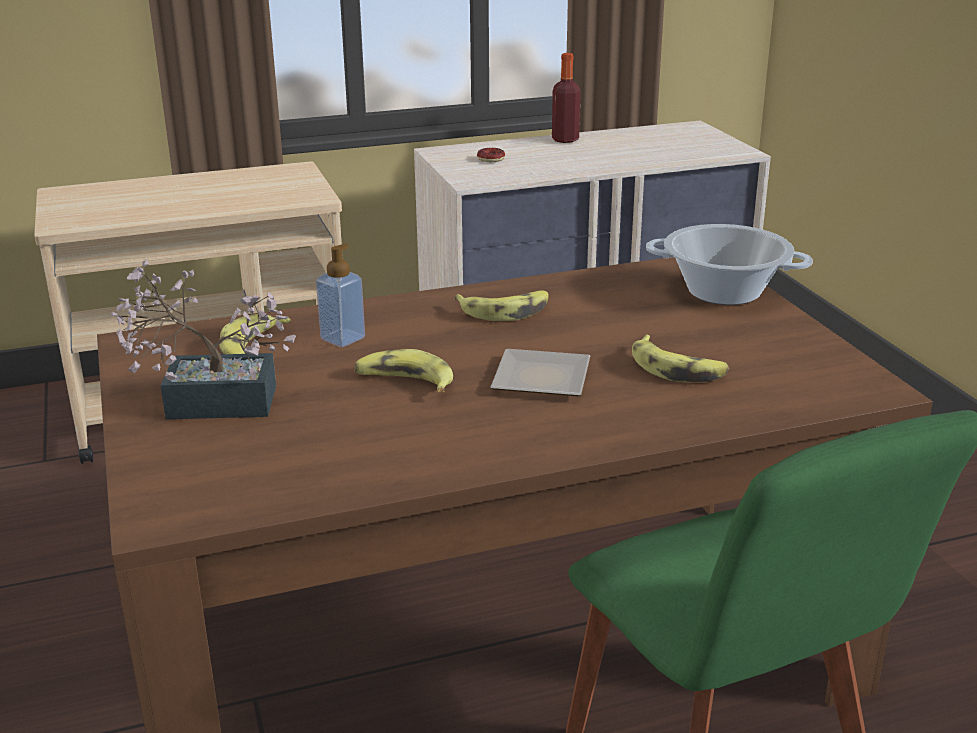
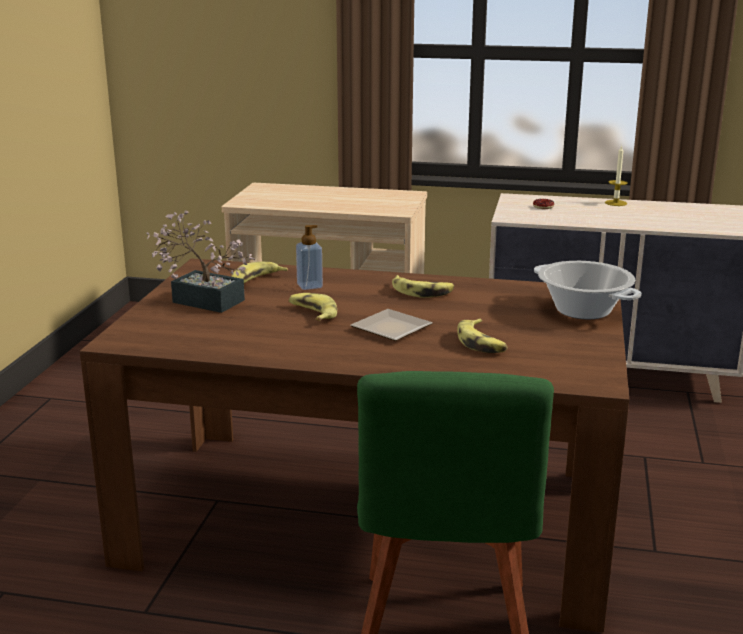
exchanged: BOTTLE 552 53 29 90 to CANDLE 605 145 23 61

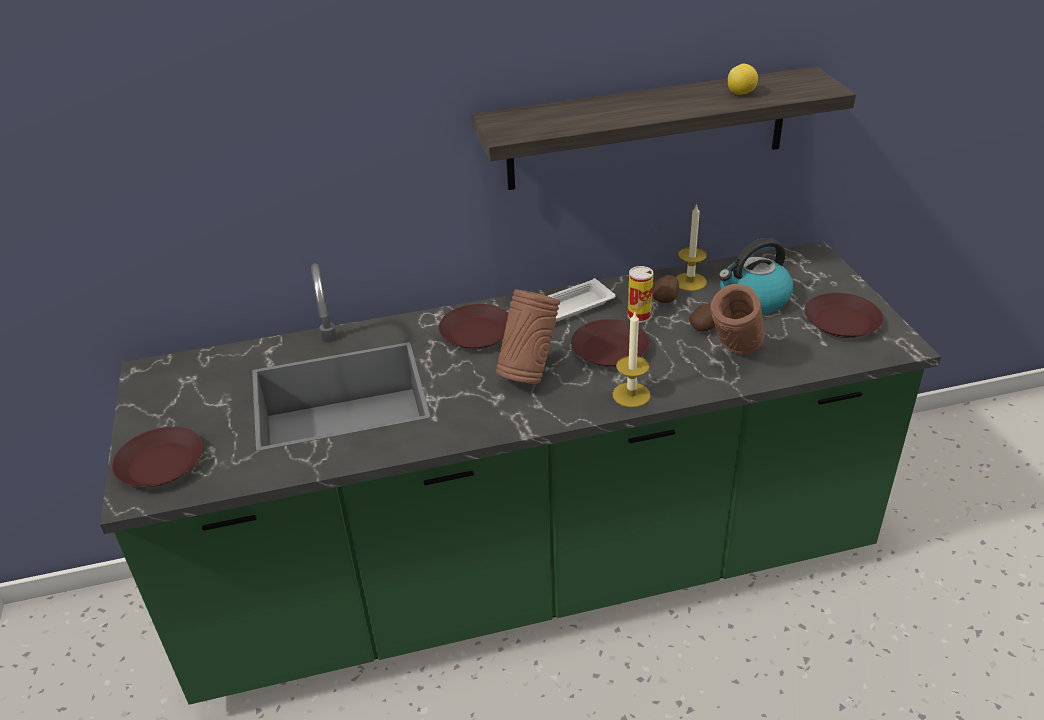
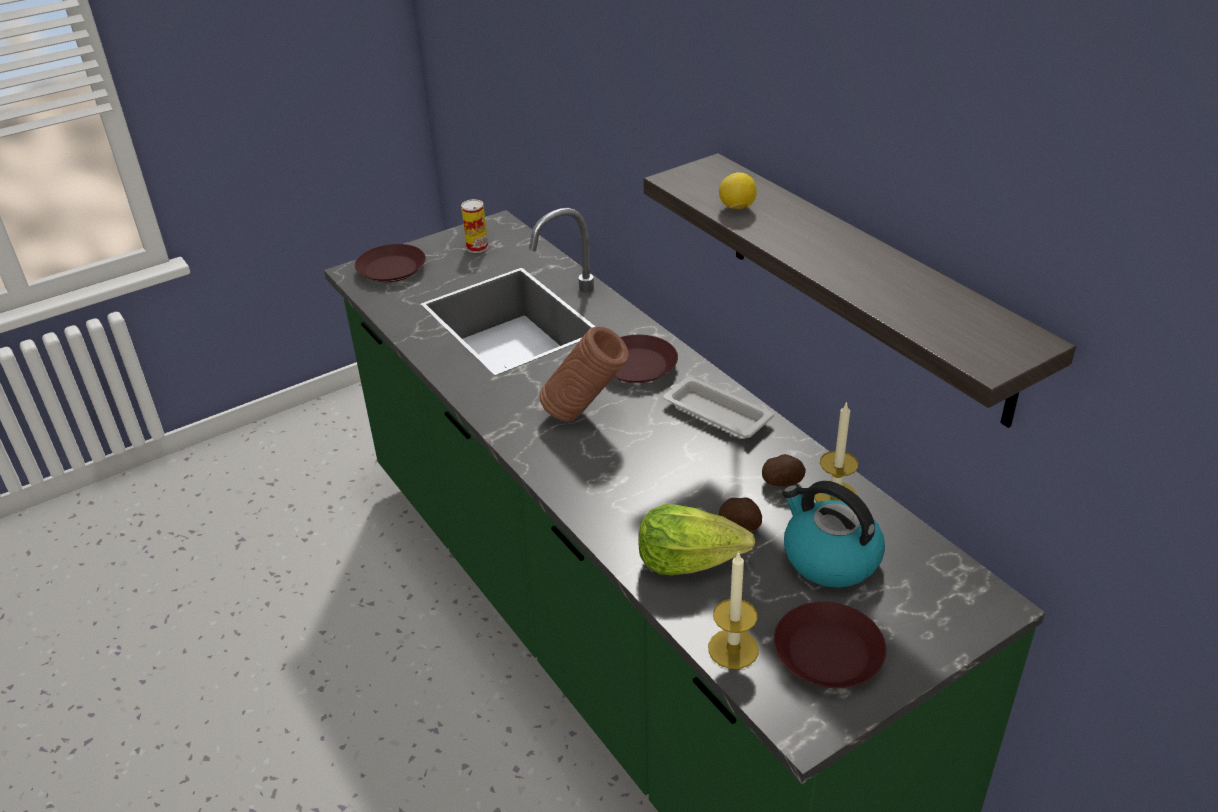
missing: BROWN PLATE 571 319 78 48
relocated: CAN 628 266 25 57 to 461 199 27 54; CANDLE 613 312 38 95 to 708 551 51 118; LEMON 728 64 30 31 to 719 172 38 37
exchanged: BROWN VASE 710 284 55 71 to LETTUCE 638 504 117 71

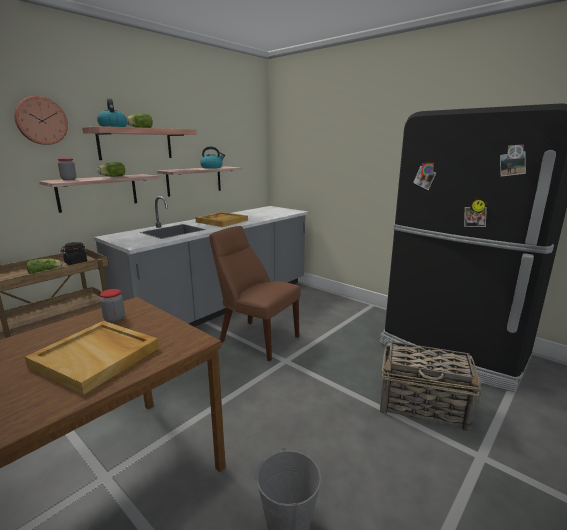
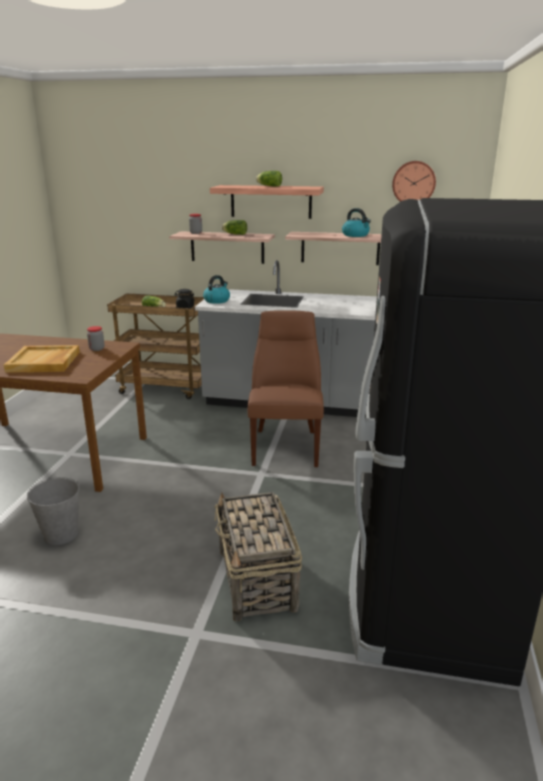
missing: BEIGE TRAY 195 212 53 15
relocated: KETTLE 97 98 30 29 to 203 275 27 29; WALL CLOCK 14 96 54 49 to 392 161 44 41

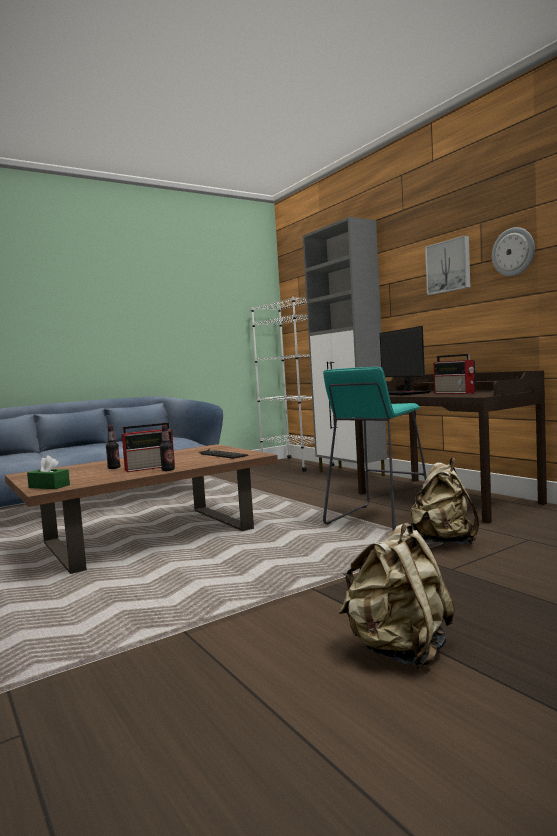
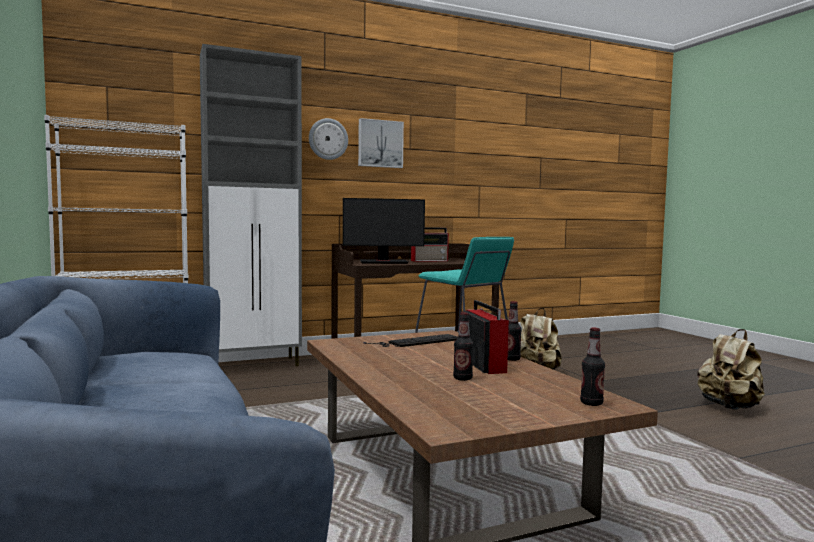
relocated: WALL CLOCK 492 227 43 49 to 309 118 39 42
exchanged: GREEN TISSUE BOX 27 455 43 34 to BOTTLE 580 328 25 78

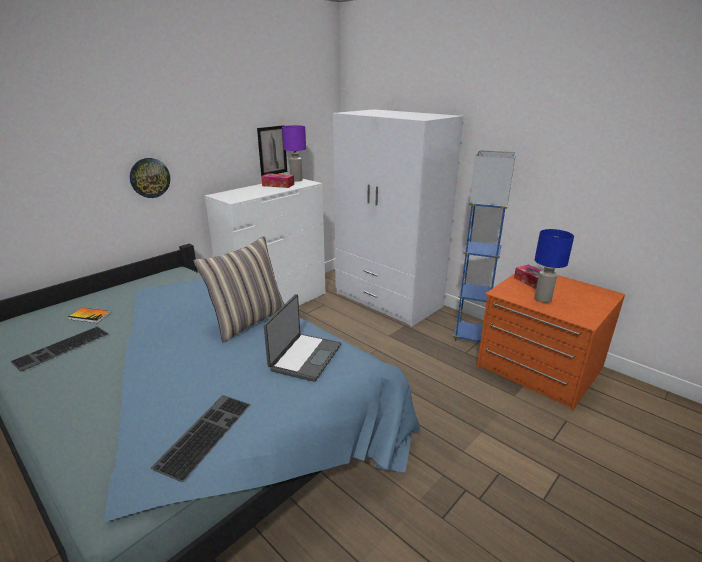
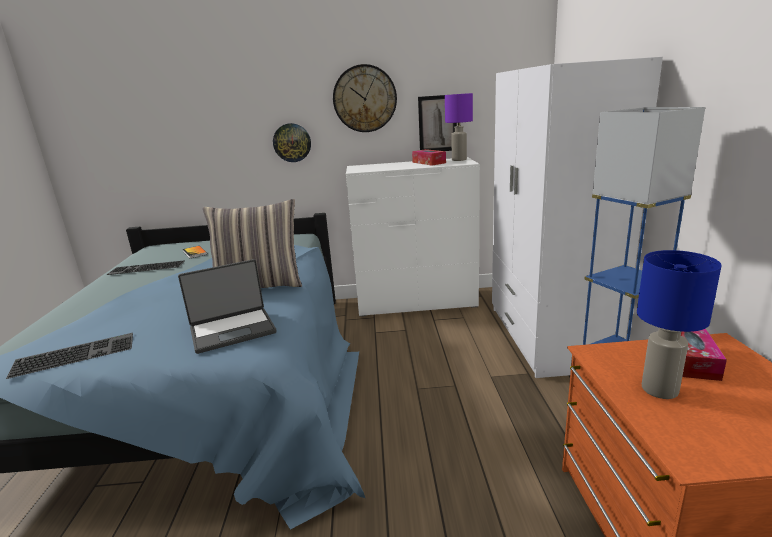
appeared: WALL CLOCK 333 64 64 68

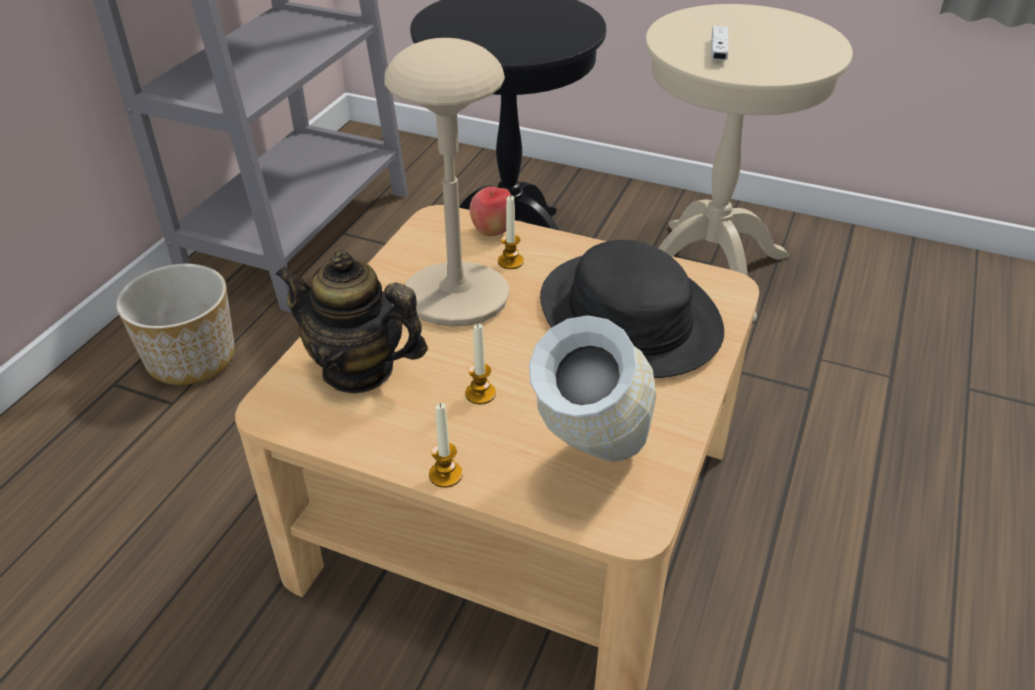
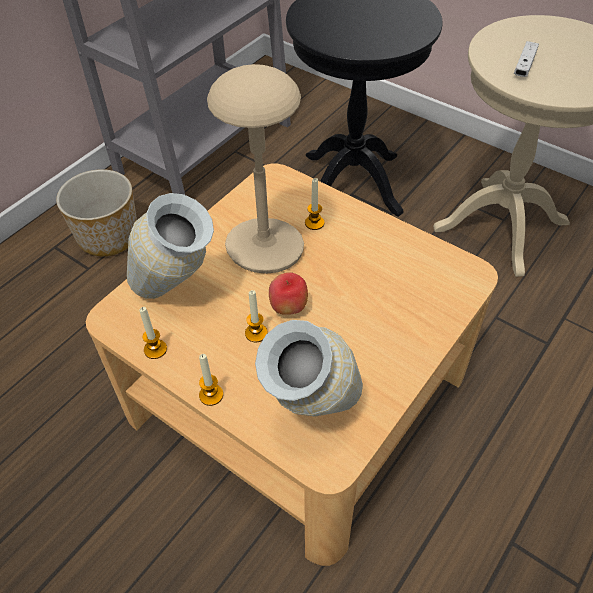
missing: BLACK HAT 540 240 184 138
appeared: CANDLE 140 307 27 52
relocated: APPLE 470 187 41 49 to 269 272 39 43
exchanged: TEAPOT 275 250 153 144 to VASE 127 193 87 106

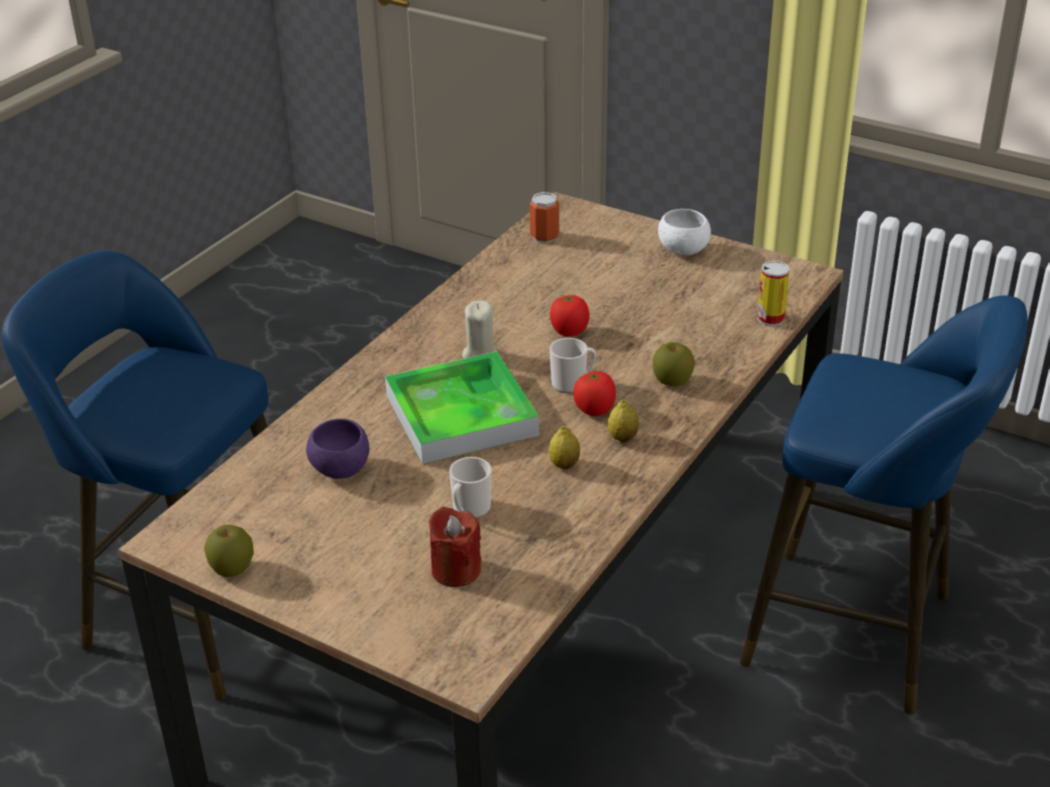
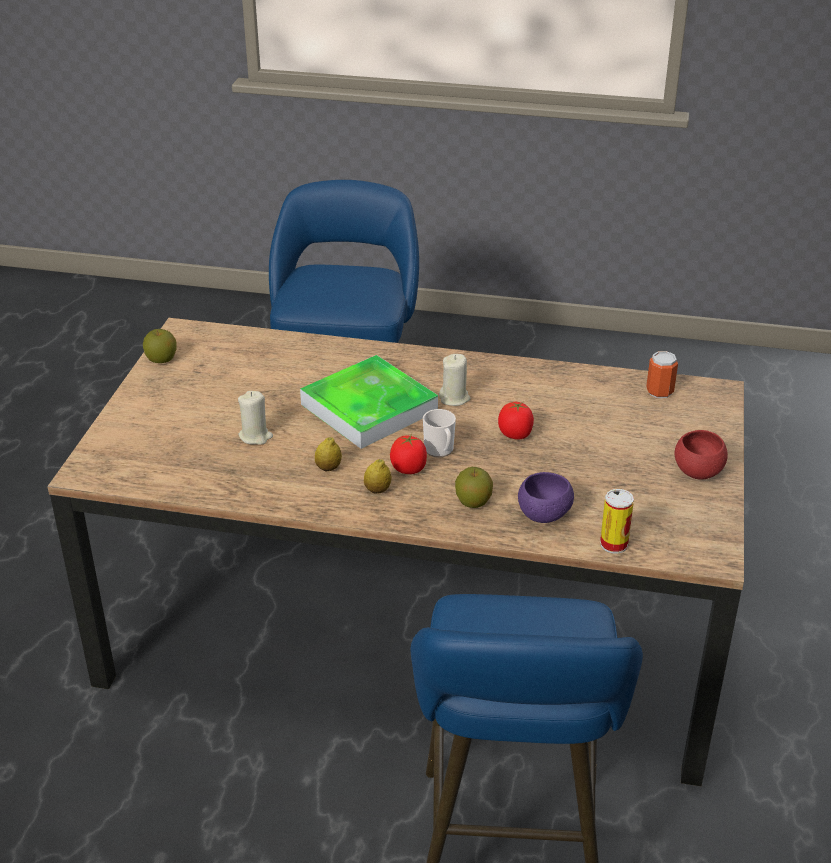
missing: RED CANDLE 429 507 52 80
relocated: PURPLE BOWL 306 419 64 60 to 518 472 56 51
exchanged: MUG 449 457 43 62 to BEIGE CANDLE 238 391 35 54
colour: WHITE BOWL 658 209 53 46 to RED BOWL 675 430 53 50

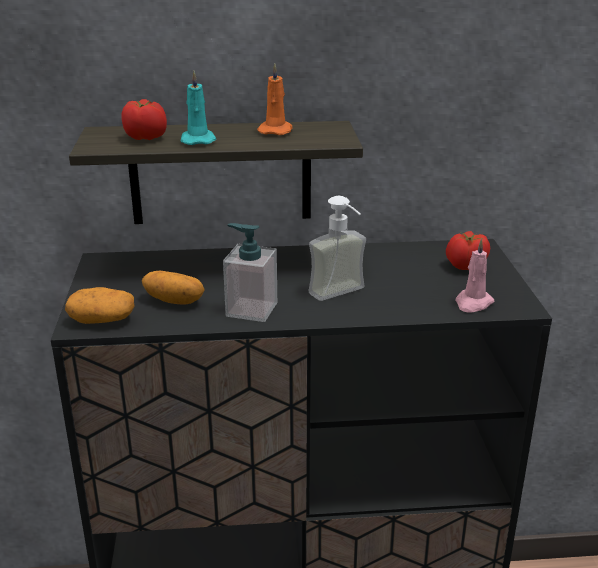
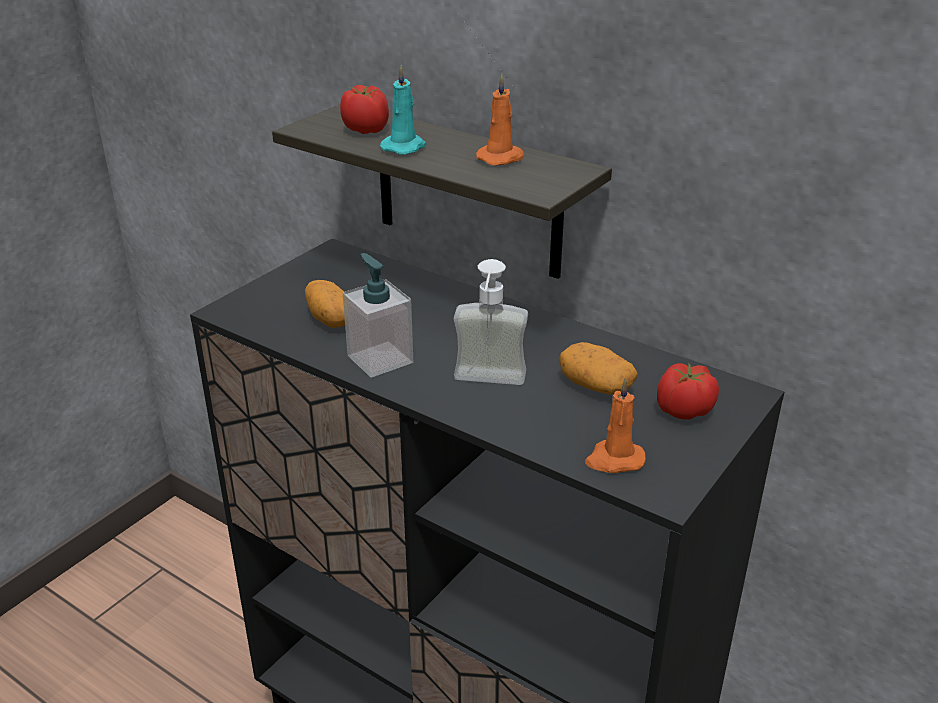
relocated: POTATO 65 287 70 37 to 559 342 79 53
colour: PINK CANDLE 455 238 40 75 to ORANGE CANDLE 585 378 61 95

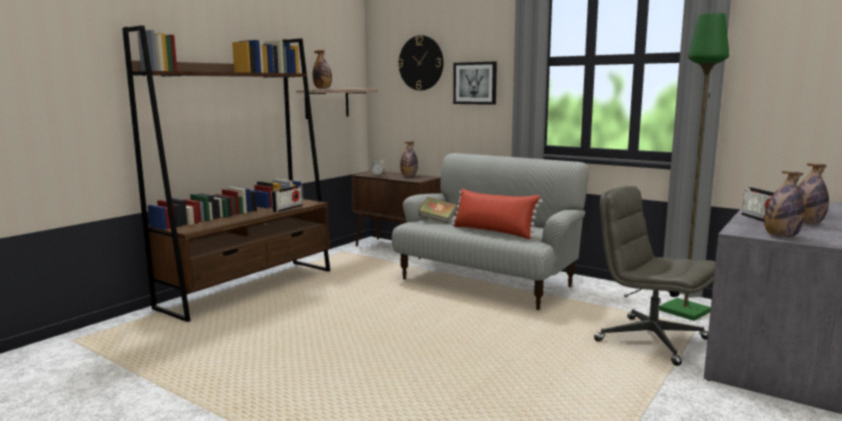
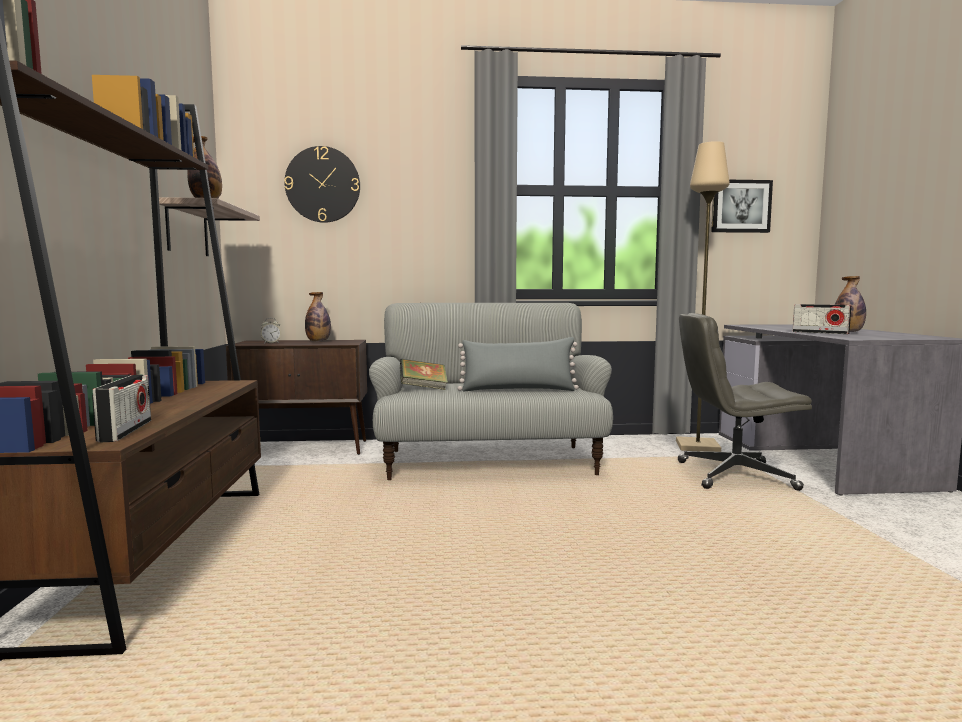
missing: BOTTLE 764 171 41 67
relocated: RADIO 271 186 31 26 to 92 375 59 68; PICTURE 453 62 44 43 to 711 180 62 53
colour: RED PILLOW 452 188 90 51 to GREY PILLOW 458 337 121 54; GREEN FLOOR LAMP 659 13 70 308 to BEIGE FLOOR LAMP 676 141 54 311

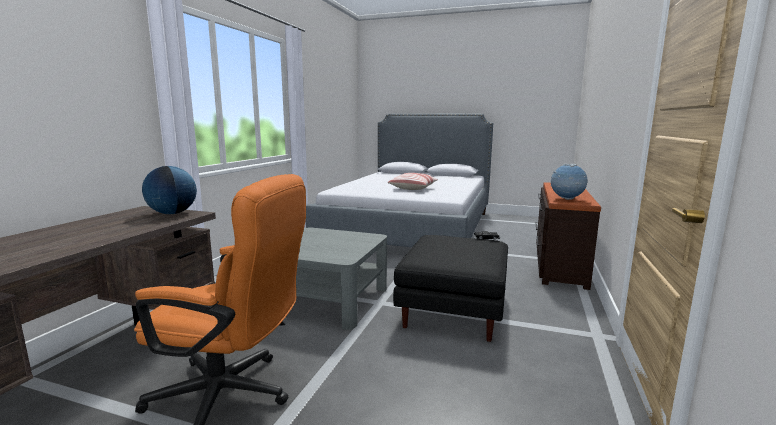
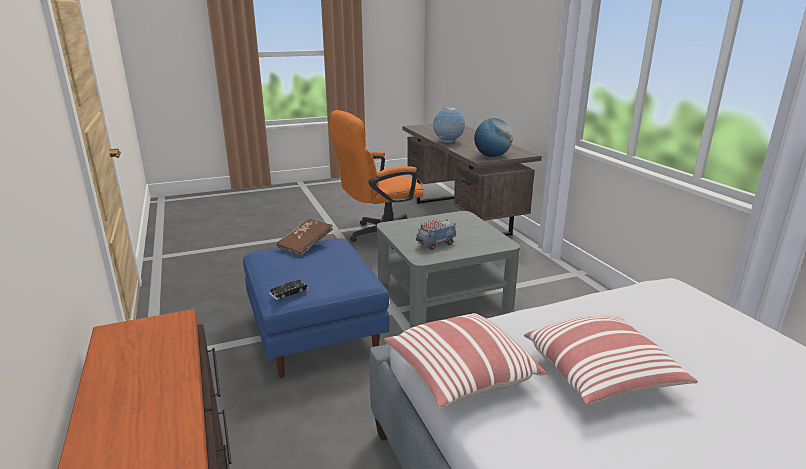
appeared: BROWN BOOK 277 219 56 36; PILLOW 384 313 162 96; TOY TRUCK 416 219 40 31
relocated: GLOBE 551 164 37 36 to 433 107 32 36
colour: BLACK OTTOMAN 393 235 115 107 to BLUE OTTOMAN 243 239 147 139

